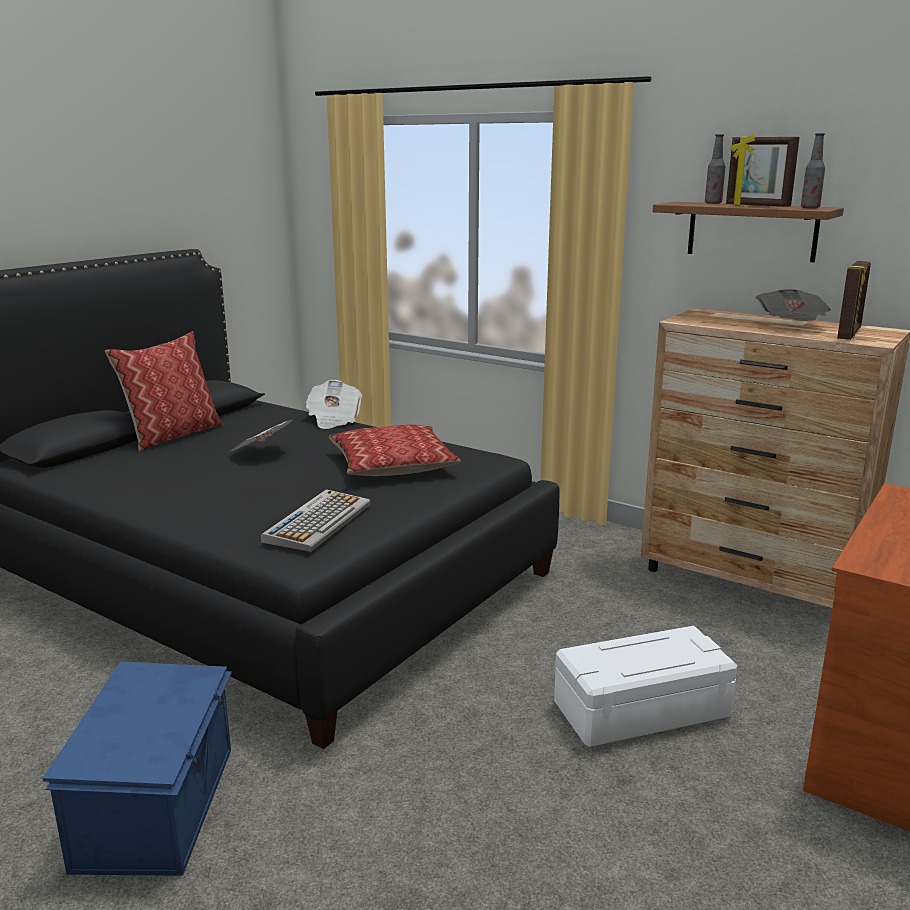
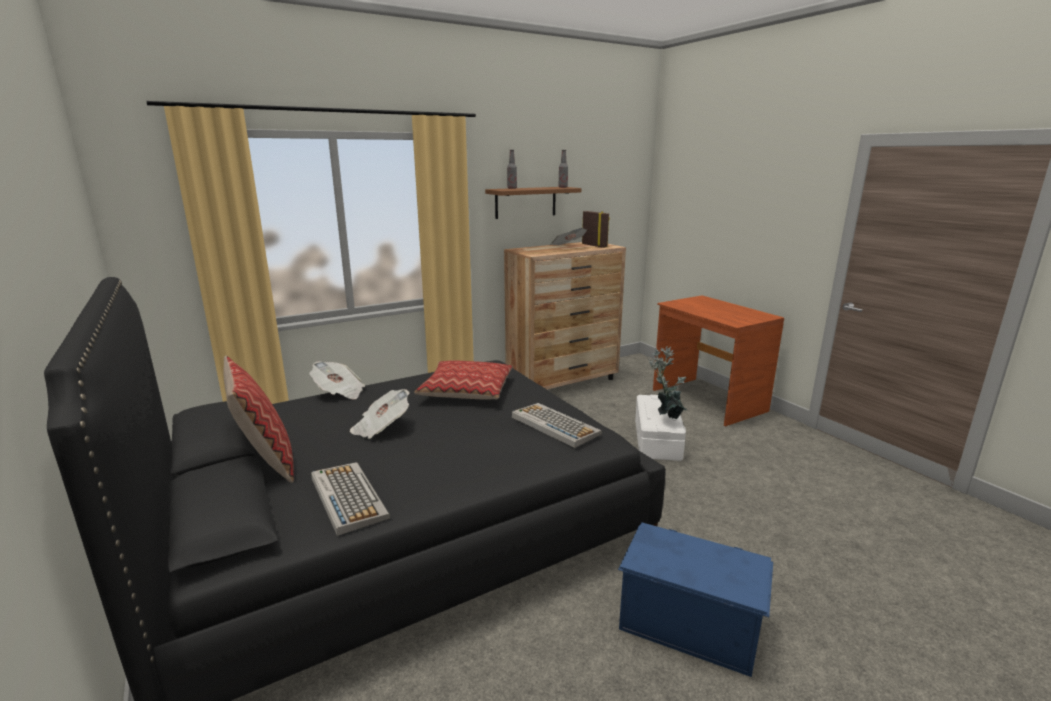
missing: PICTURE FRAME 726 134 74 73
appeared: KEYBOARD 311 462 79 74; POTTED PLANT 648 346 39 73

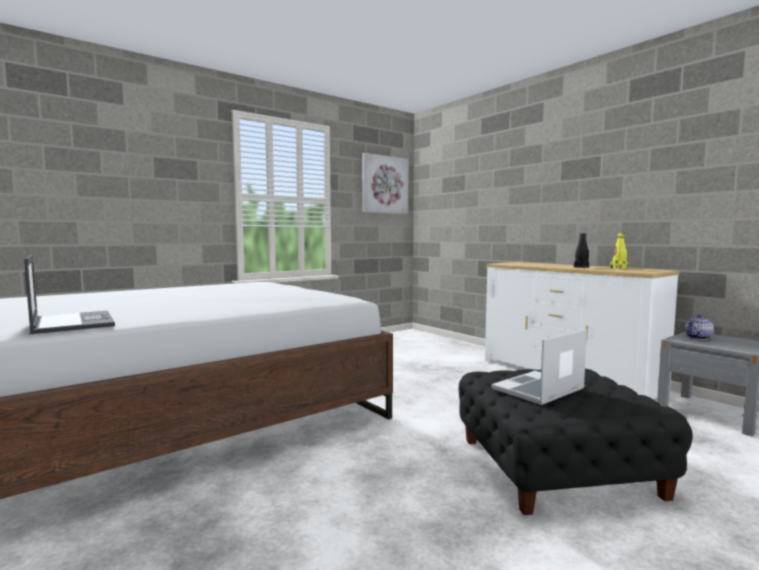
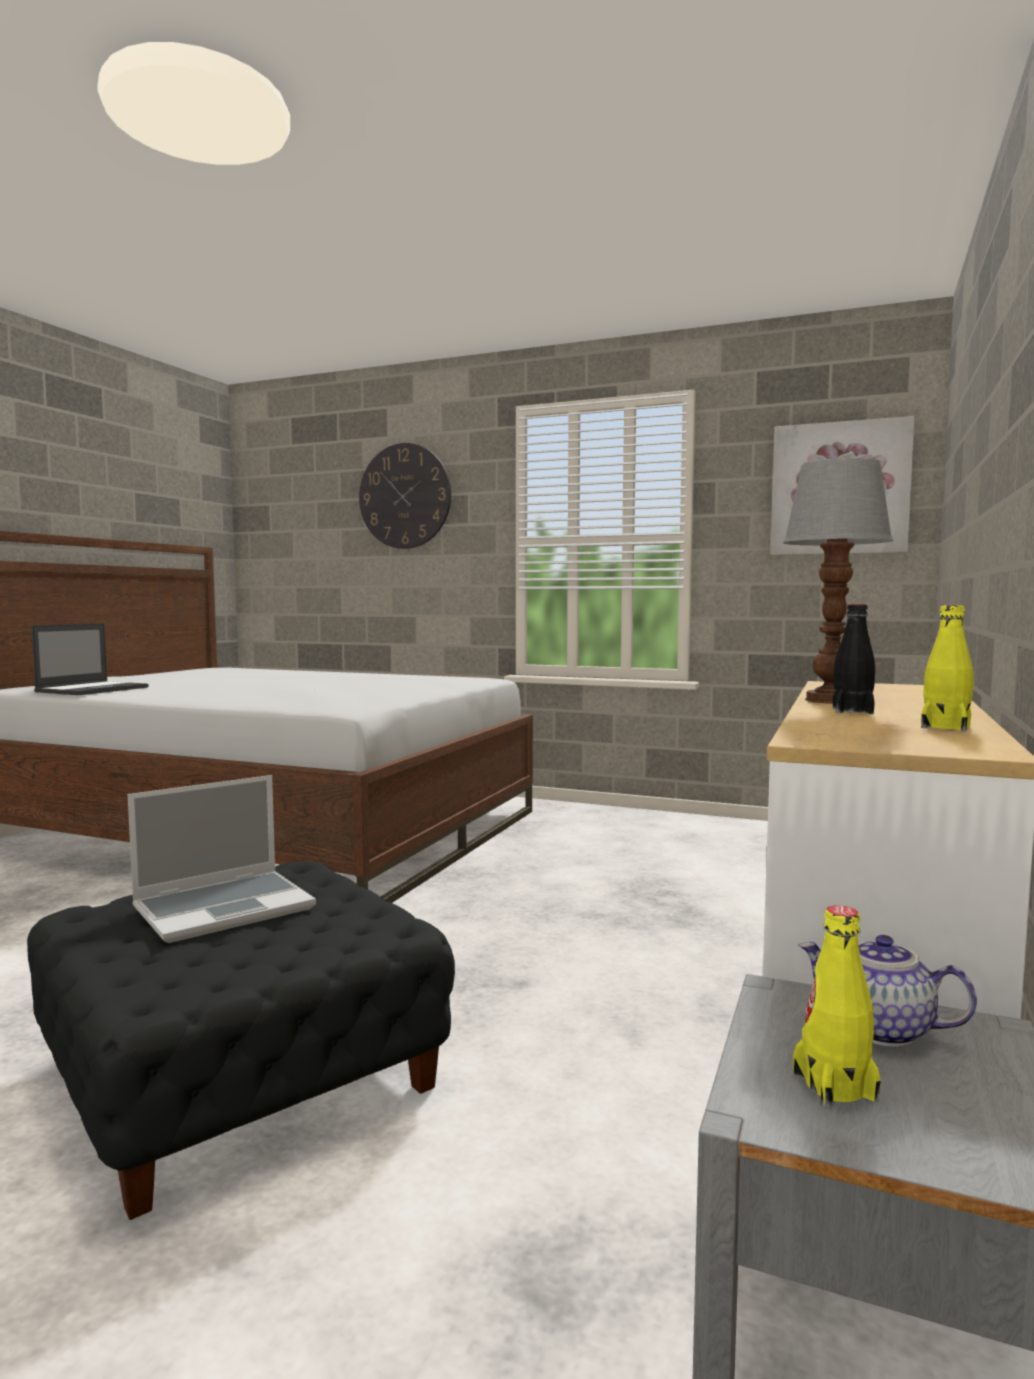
appeared: WALL CLOCK 359 443 92 106; TABLE LAMP 783 458 110 246; YELLOW BOTTLE 793 906 88 202
spun: LAPTOP 491 329 96 76 = 128 775 188 168 120 degrees clockwise

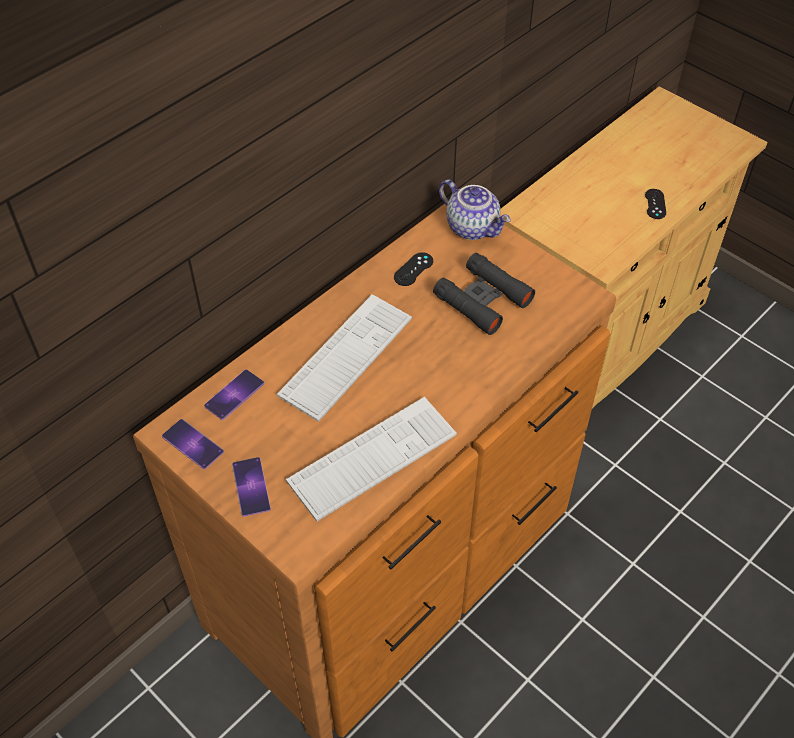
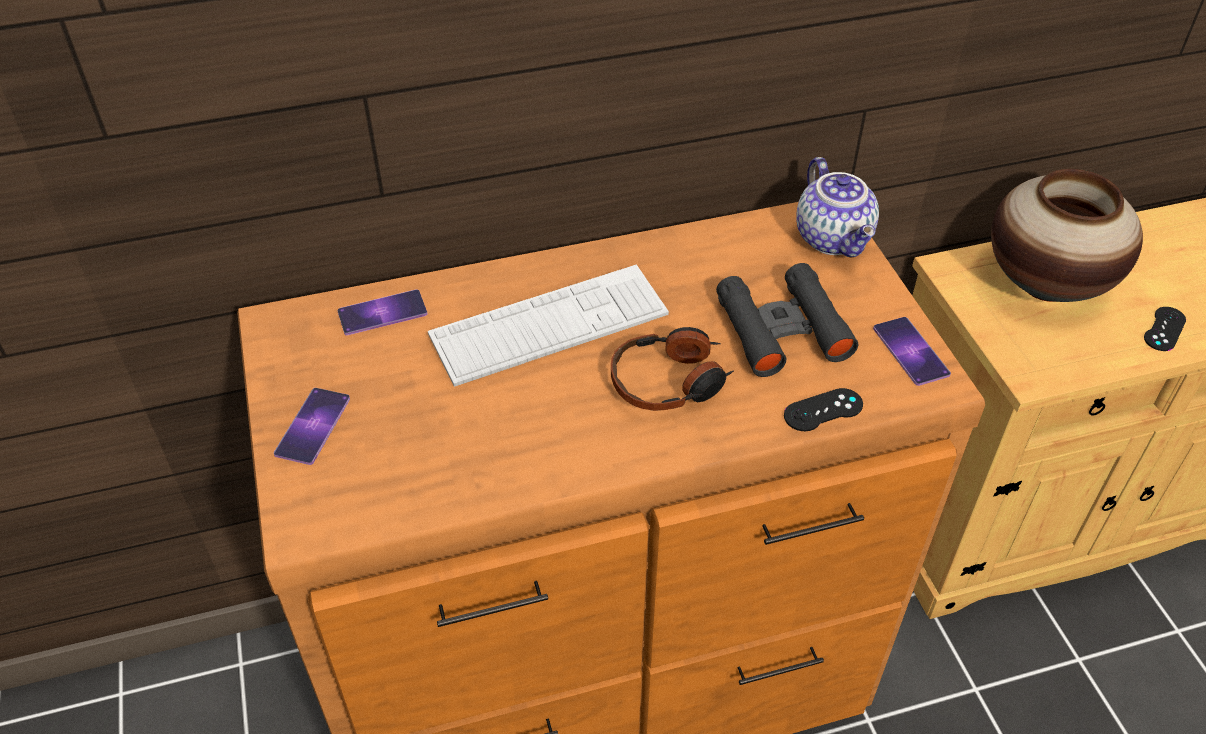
missing: KEYBOARD 286 397 171 124
appeared: HEADPHONES 611 327 123 84; VASE 991 169 152 133
relocated: BLACK GAME CONTROLLER 394 252 39 34 to 784 388 79 43; PHONE 162 419 62 50 to 873 317 78 69

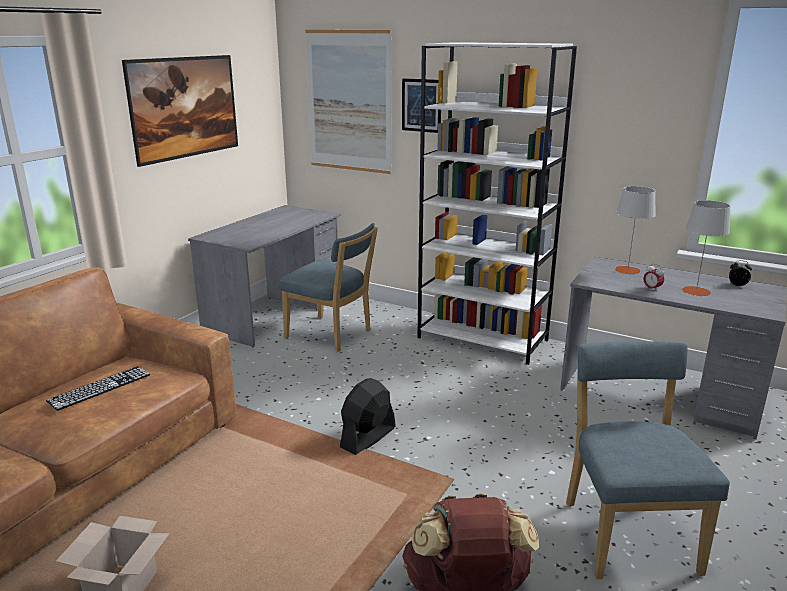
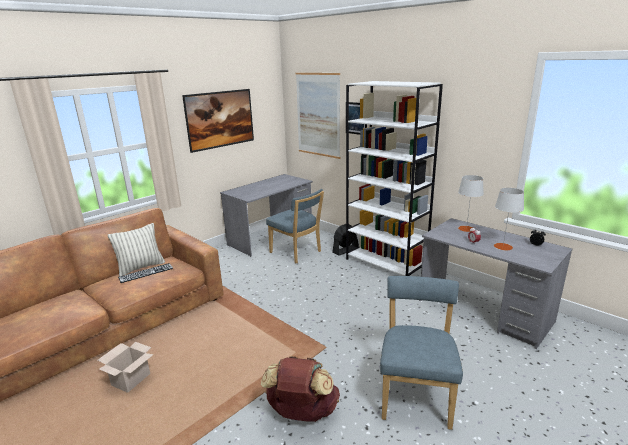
appeared: PILLOW 108 223 57 53
relocated: BLACK FAN 340 378 56 77 to 332 224 27 32

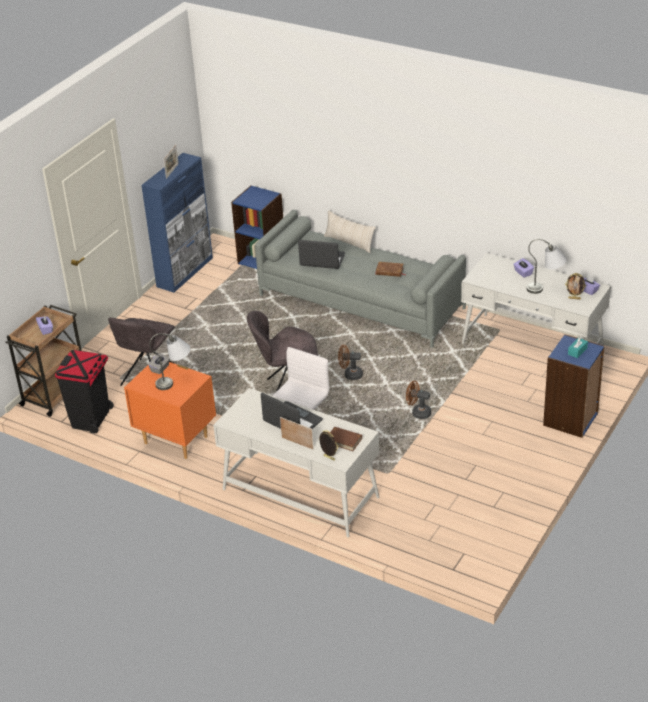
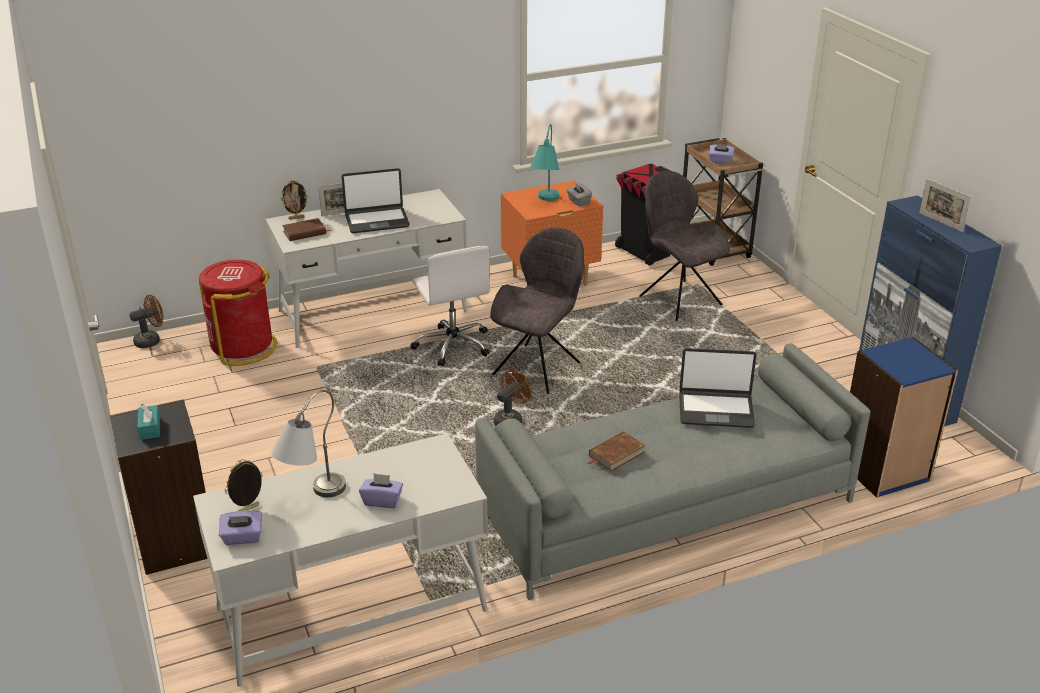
missing: BEIGE PILLOW 324 210 52 43
appeared: RED TRASH CAN 199 260 78 106
relocated: BROWN FAN 406 381 25 38 to 129 295 35 53
colour: BLUE BOOKCASE 543 334 62 104 to BLACK BOOKCASE 110 399 97 176; GREY TABLE LAMP 149 333 41 57 to TURQUOISE TABLE LAMP 530 124 29 77
spun: LAPTOP 298 240 47 29 = 679 348 78 80 45 degrees clockwise

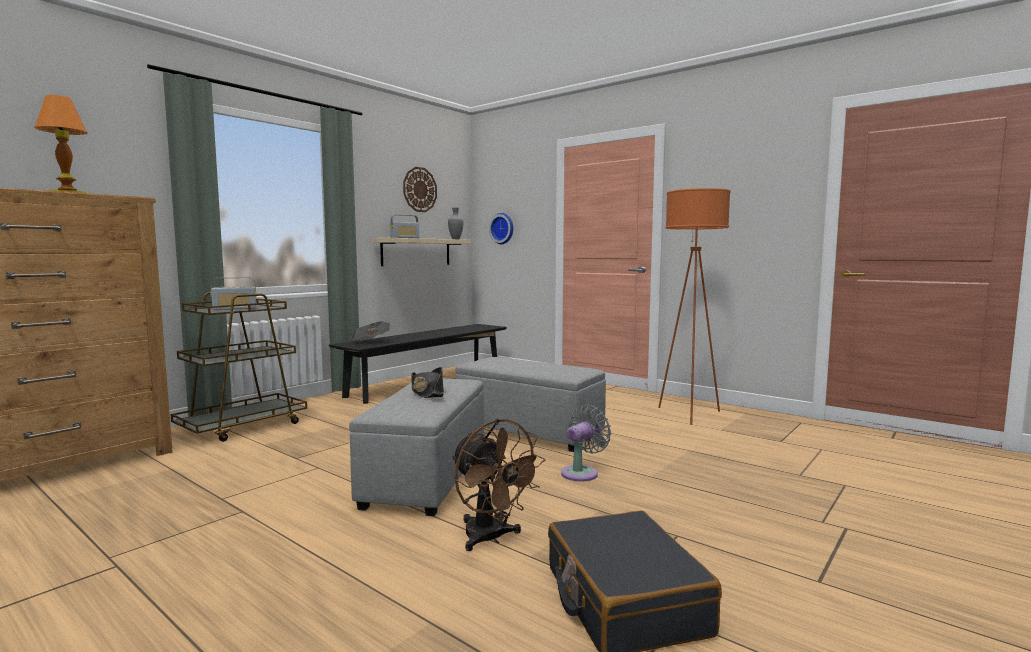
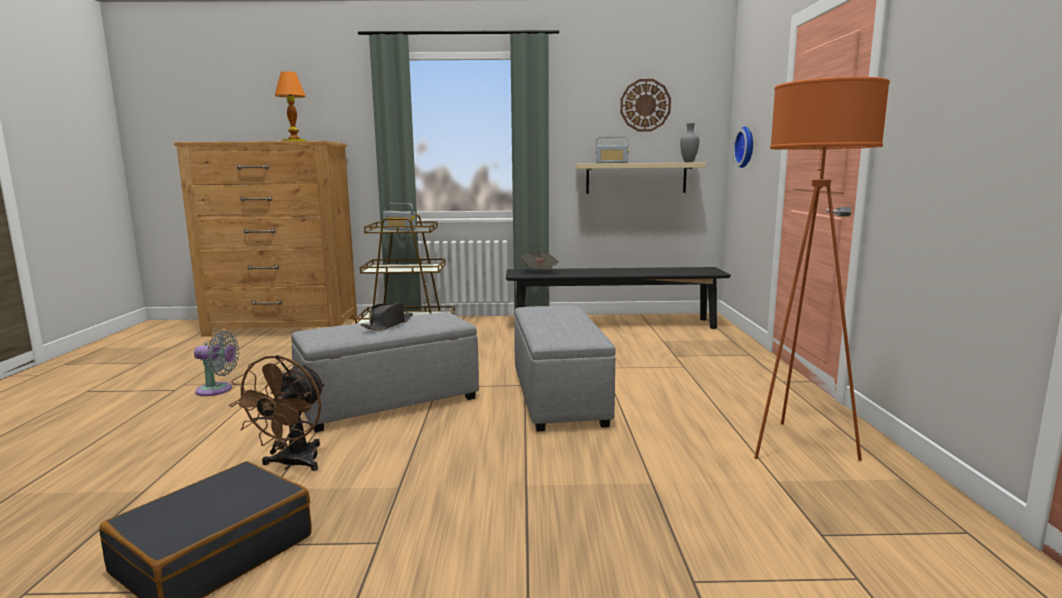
relocated: GREY FAN 561 405 50 76 to 194 331 45 65

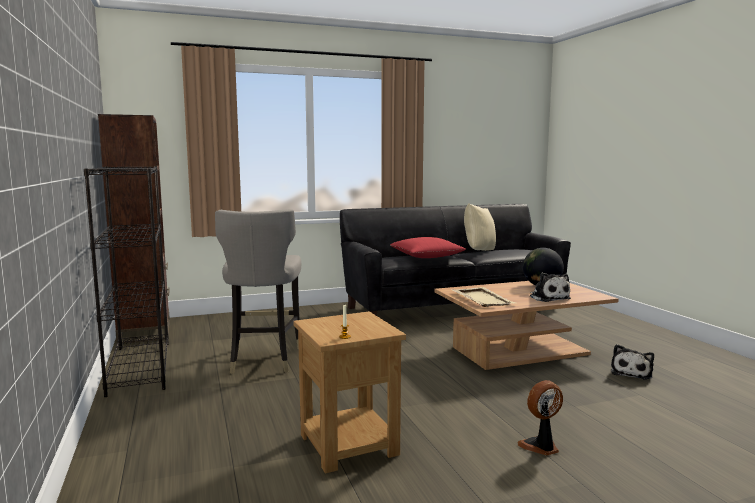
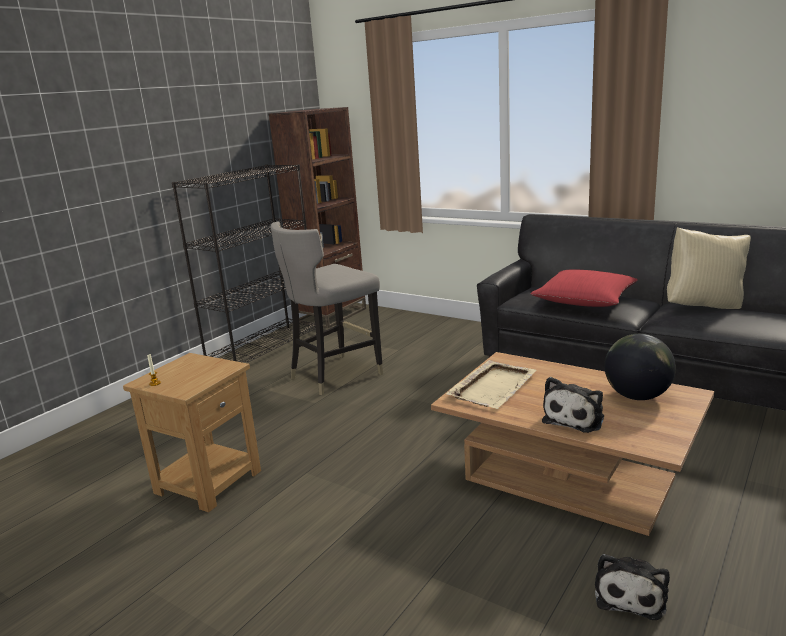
missing: FAN 517 380 46 75
spun: PLUSH TOY 611 344 43 36 = 595 554 75 66 60 degrees counterclockwise

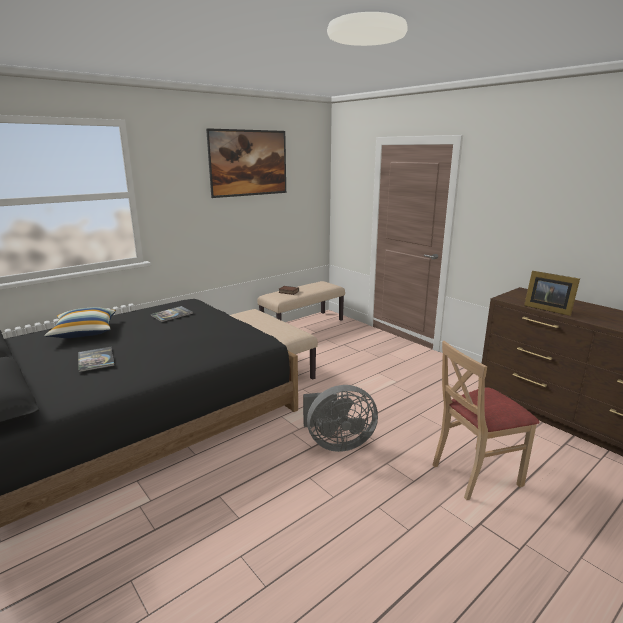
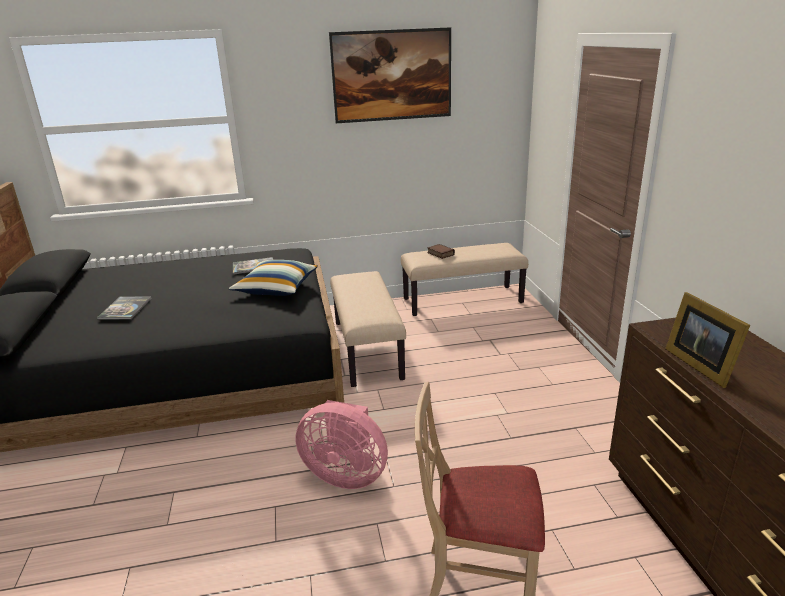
relocated: PILLOW 44 307 72 31 to 229 260 89 36
colour: GREY FAN 303 385 75 67 to PINK FAN 295 400 93 89

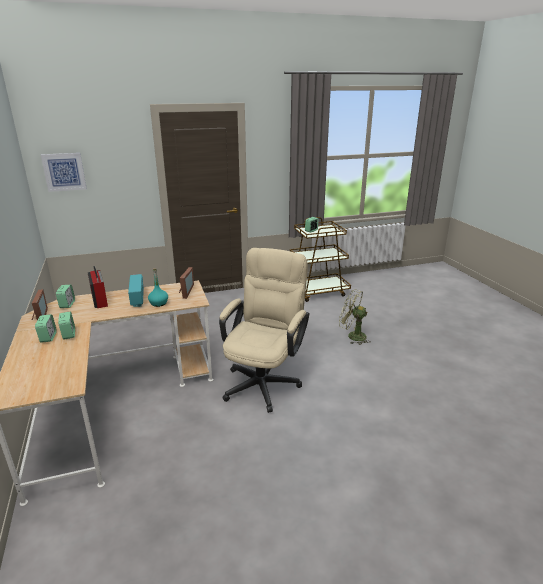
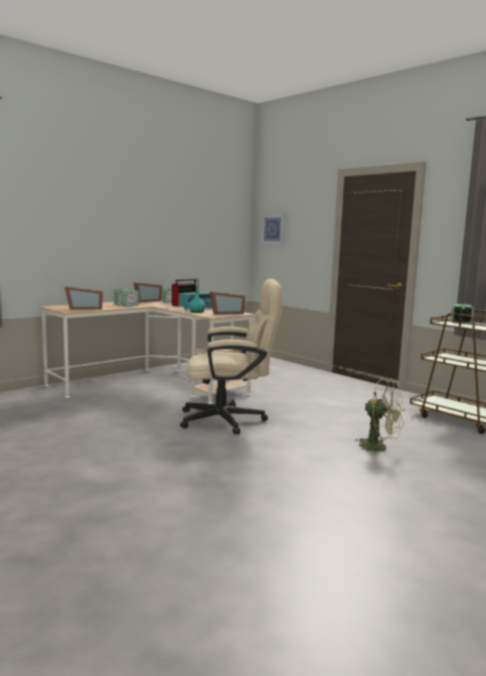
appeared: PICTURE FRAME 65 286 38 24
spun: GREEN FAN 339 289 29 56 = 355 379 50 77 120 degrees clockwise

